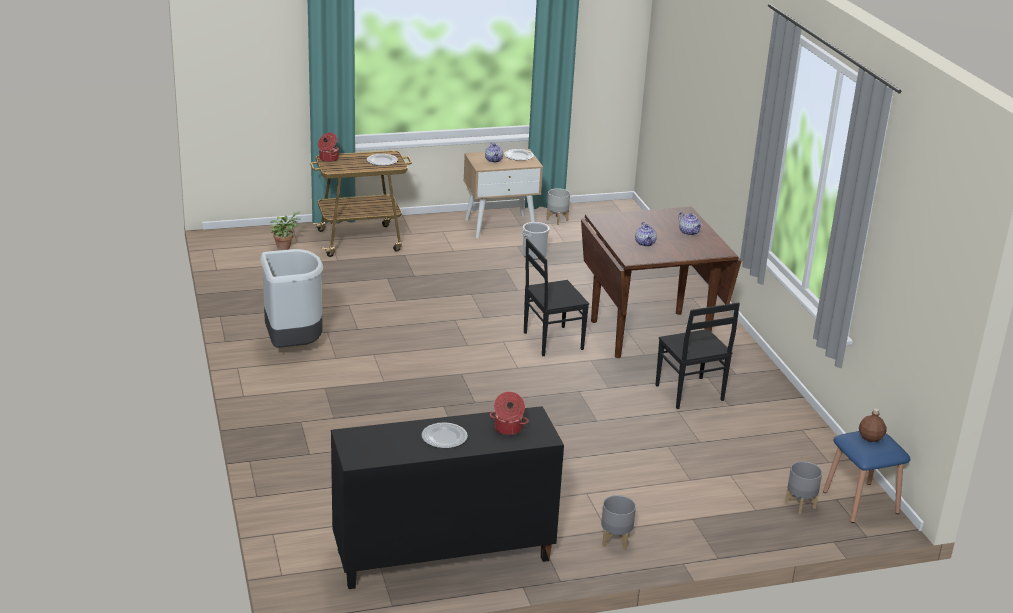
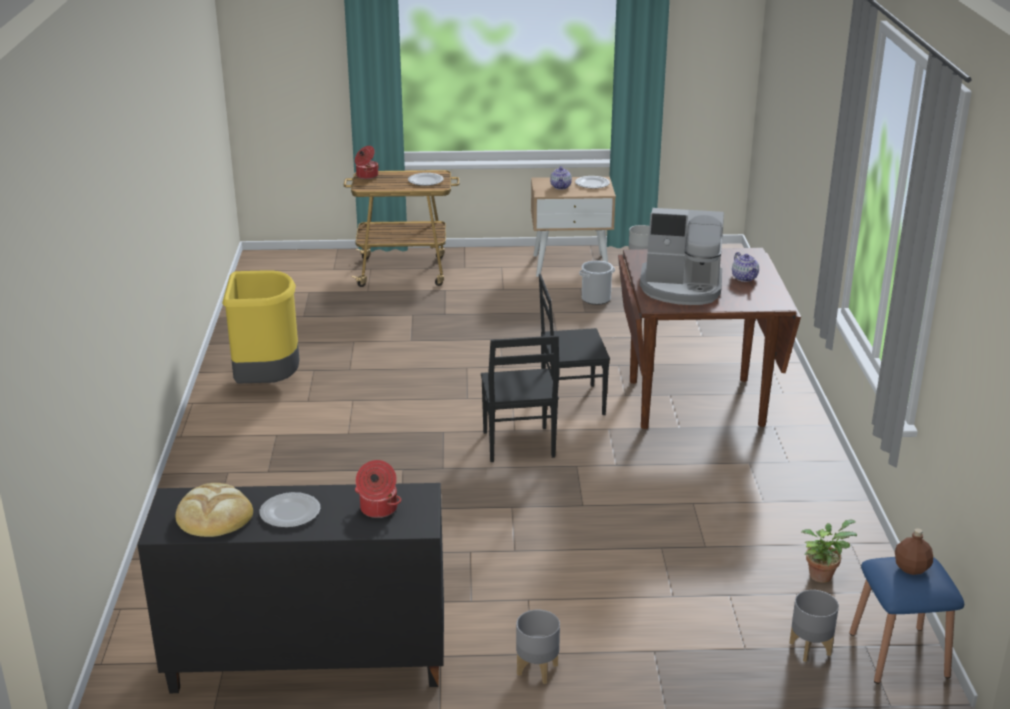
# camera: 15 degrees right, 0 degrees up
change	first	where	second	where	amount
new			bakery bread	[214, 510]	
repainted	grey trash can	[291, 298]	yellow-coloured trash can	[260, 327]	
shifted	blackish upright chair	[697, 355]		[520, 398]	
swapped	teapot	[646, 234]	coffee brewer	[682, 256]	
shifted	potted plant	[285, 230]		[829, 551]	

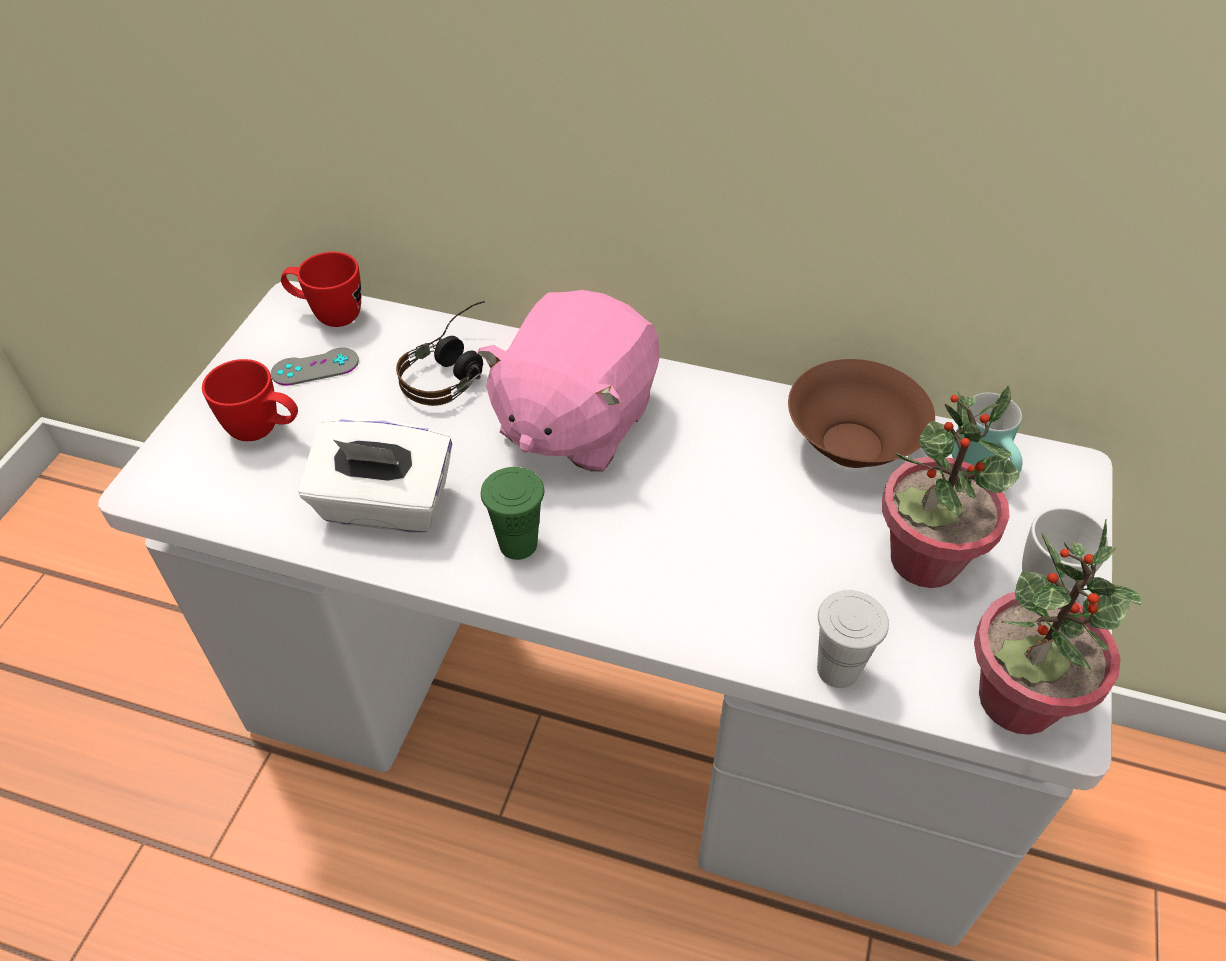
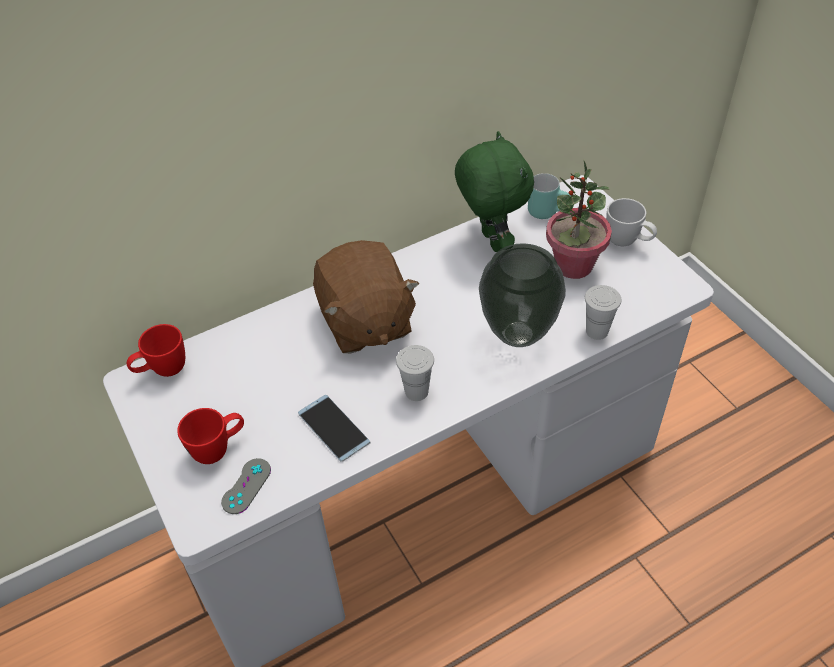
# camera: 45 degrees left, 0 degrees up
change	first	where	second	where	amount
shifted	grey joypad	[315, 367]		[246, 486]	
swapped	white-coloured box of tissues	[375, 476]	phone	[334, 428]	
repainted	pinkish soft toy	[568, 381]	brown-coloured soft toy	[366, 296]	
repainted	green-coloured small cup	[512, 513]	white-coloured small cup	[415, 373]	
swapped	brown-coloured serving bowl	[861, 413]	green-coloured soft toy	[494, 191]	
new			decorative vase	[522, 295]	
gone	pair of headphones	[440, 353]			
gone	potted plant	[1057, 627]			

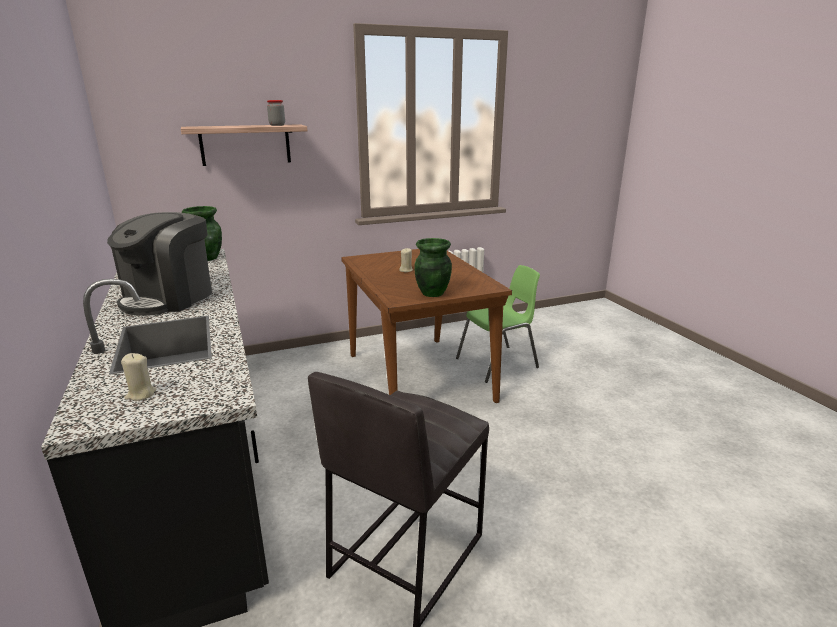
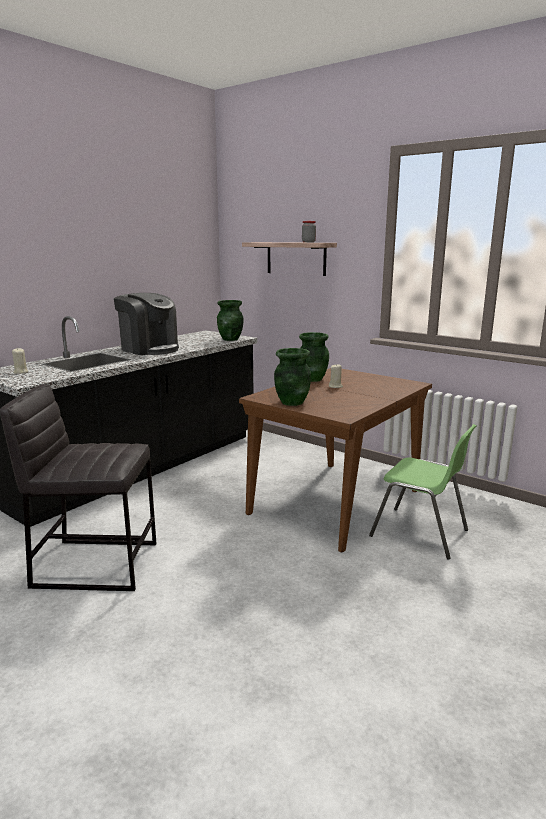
# camera: 60 degrees right, 5 degrees down
change	first	where	second	where	amount
rotated	coffee brewer	[159, 264]		[146, 324]	135 degrees counterclockwise
new			green-coloured decorative vase	[314, 357]	

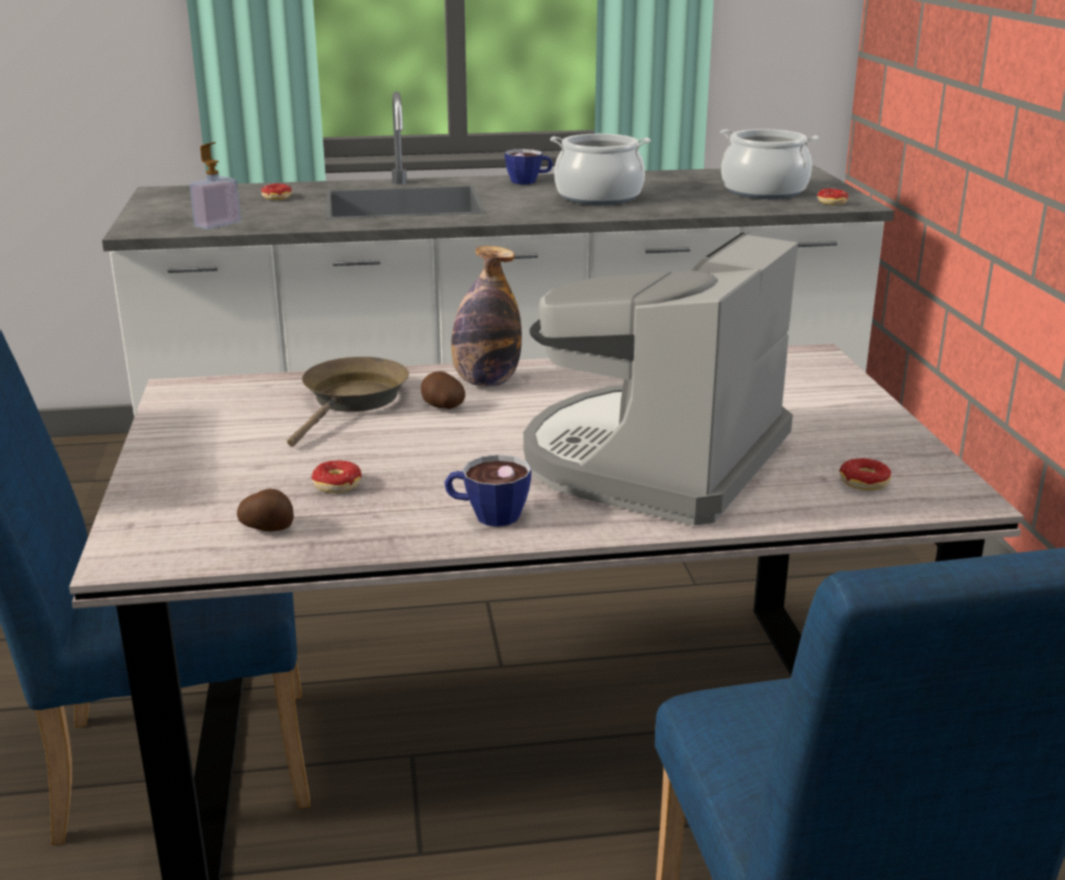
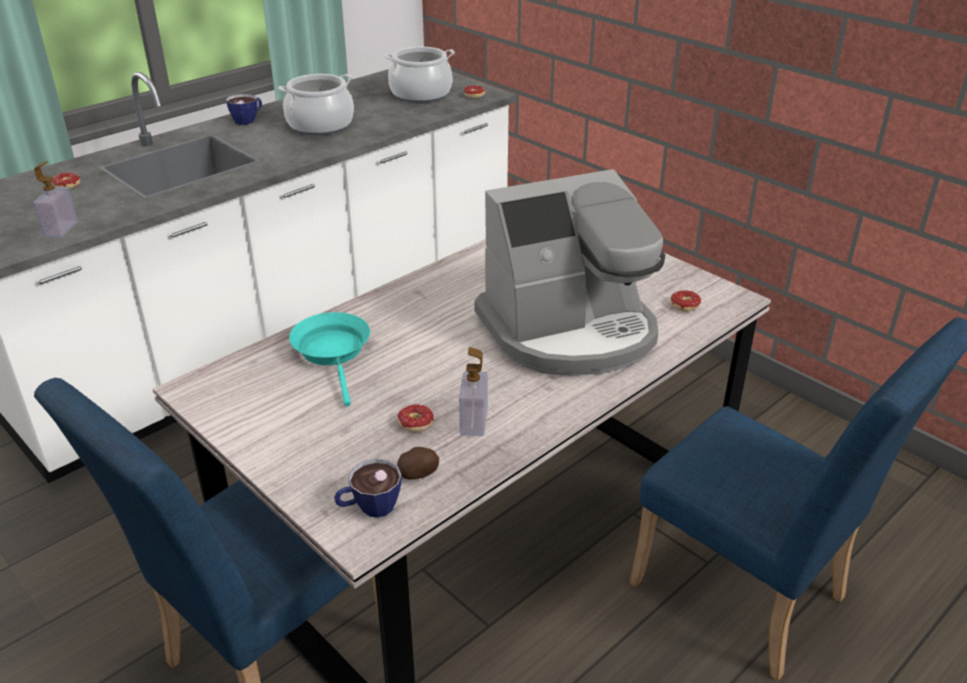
# camera: 35 degrees left, 10 degrees up
change	first	where	second	where	amount
repainted	brown-coloured frying pan	[348, 402]	turquoise-coloured frying pan	[329, 359]	
shifted	small cup	[488, 490]		[368, 488]	
new			soap dispenser	[473, 391]	
rotated	coffee brewer	[660, 378]		[569, 272]	105 degrees counterclockwise
gone	spud	[443, 390]			
gone	drink bottle	[486, 316]			

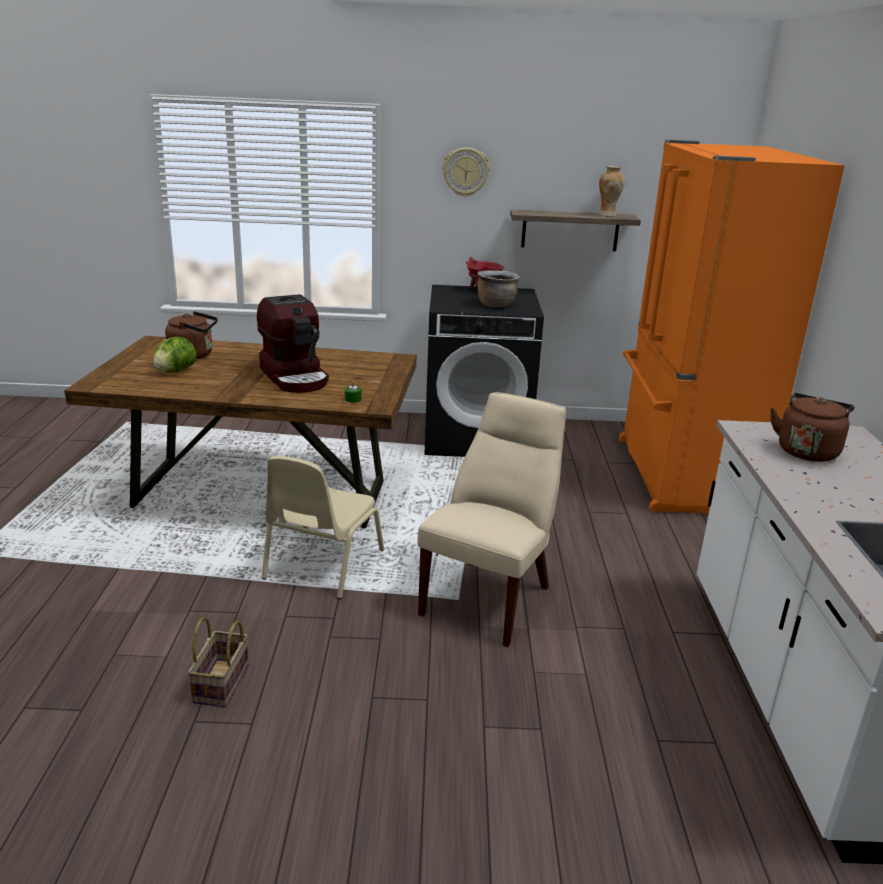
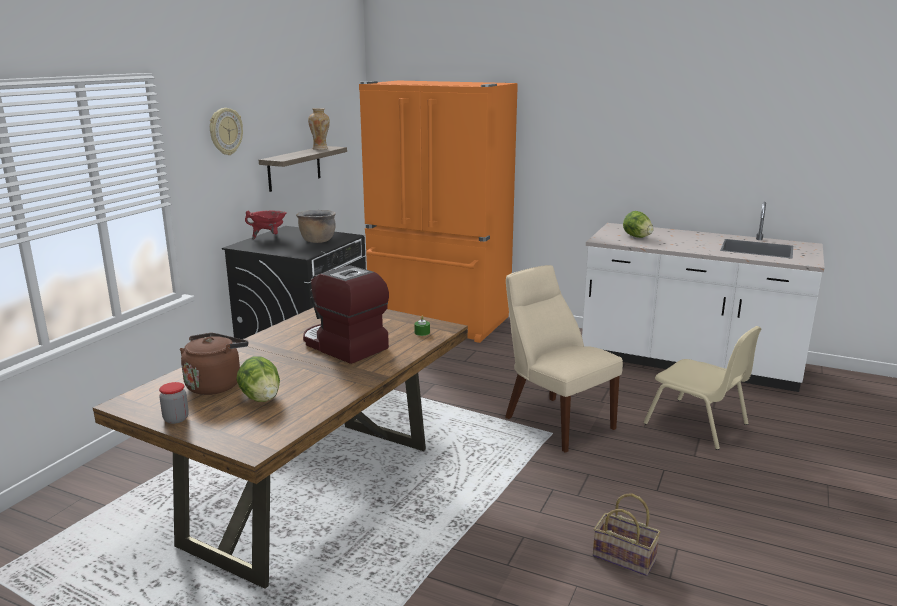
# camera: 65 degrees left, 5 degrees down
change	first	where	second	where	amount
new			jar	[174, 403]	
rotated	coffee brewer	[293, 343]		[346, 314]	135 degrees counterclockwise
swapped	brown-coloured tea kettle	[812, 427]	lettuce	[638, 224]	
shifted	sand-coloured upright chair	[323, 527]		[703, 388]	

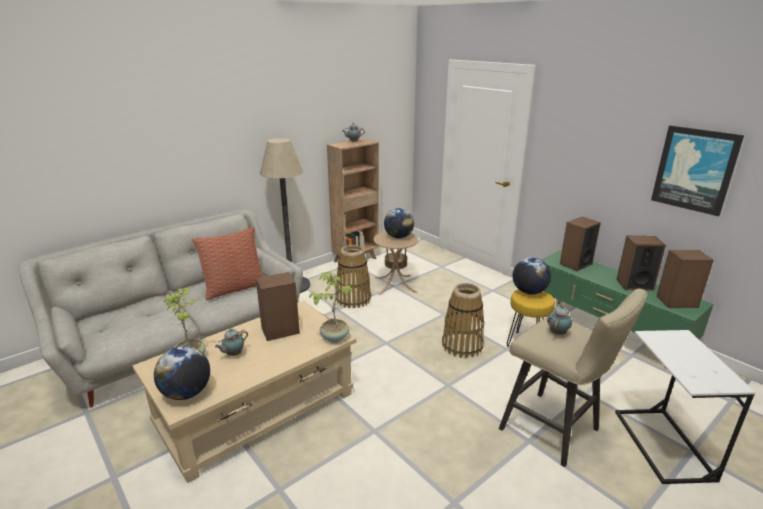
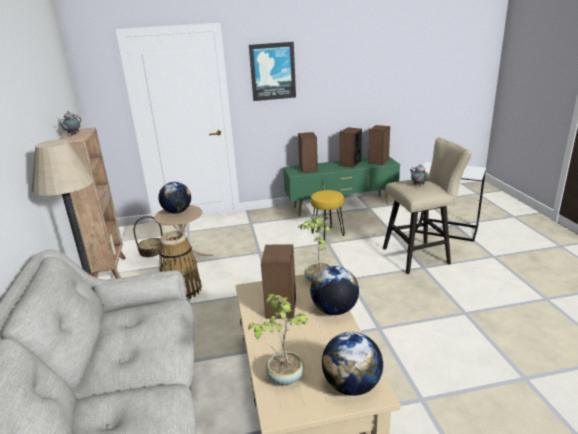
# camera: 60 degrees left, 0 degrees up
change	first	where	second	where	amount
shifted	picture	[697, 170]		[272, 71]	
shifted	world globe	[531, 276]		[334, 290]	
gone	throw pillow	[228, 263]			
gone	teapot	[231, 342]			
gone	storage basket	[463, 320]			

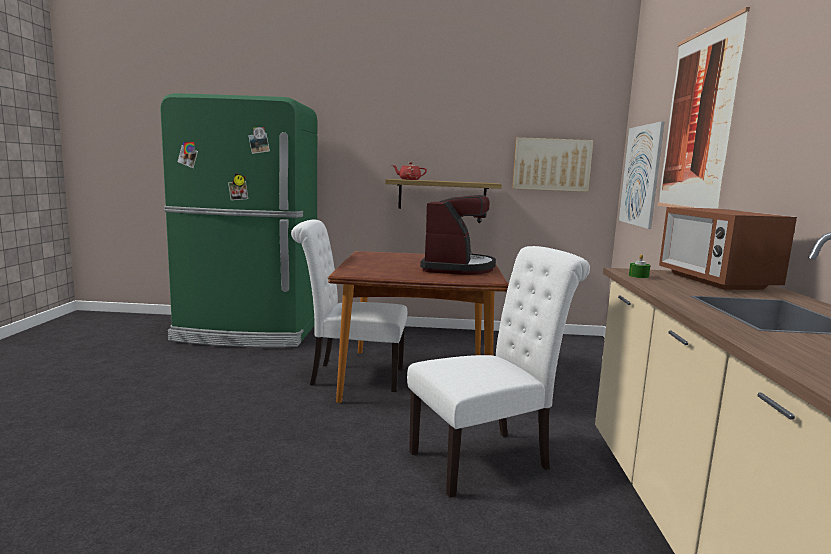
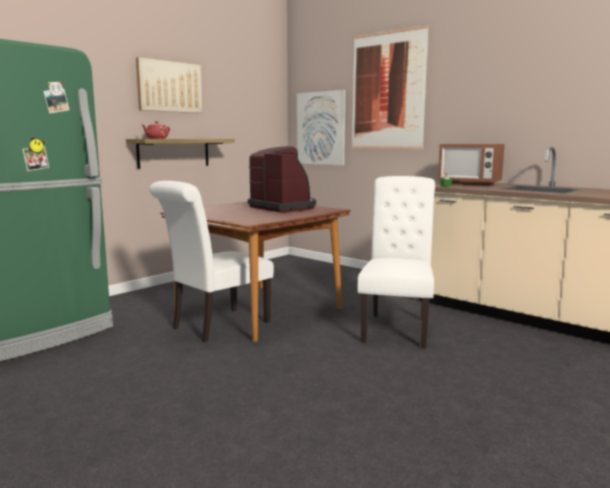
# camera: 50 degrees left, 0 degrees up
change	first	where	second	where	amount
shifted	picture	[553, 164]		[169, 85]	

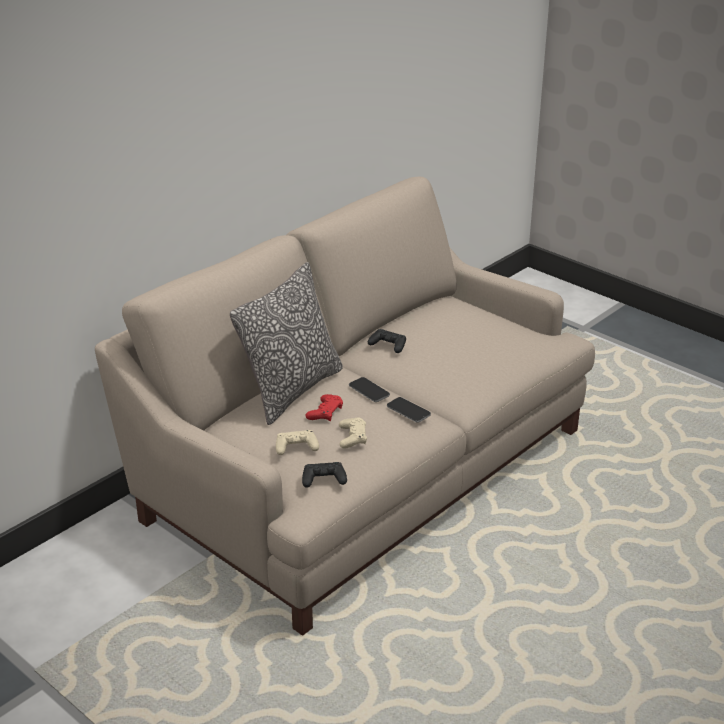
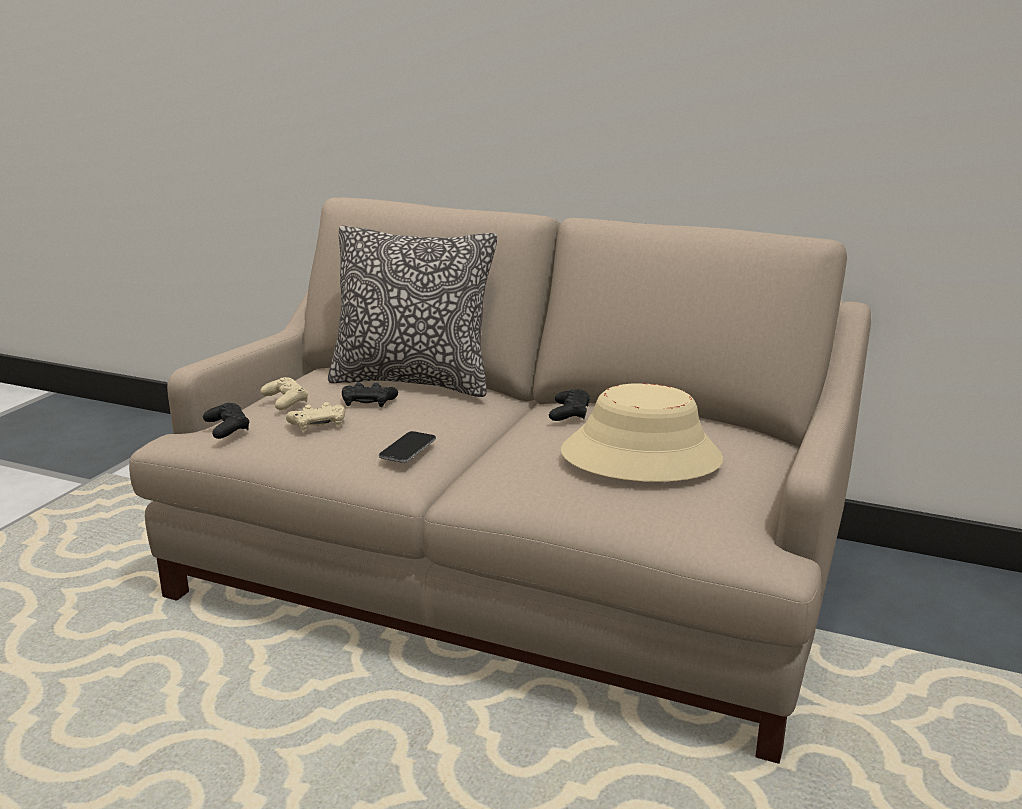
# camera: 70 degrees right, 10 degrees down
change	first	where	second	where	amount
repainted	red joypad	[324, 407]	blackish joypad	[370, 394]	
new			sand-coloured hat	[642, 432]	
gone	phone	[369, 389]			

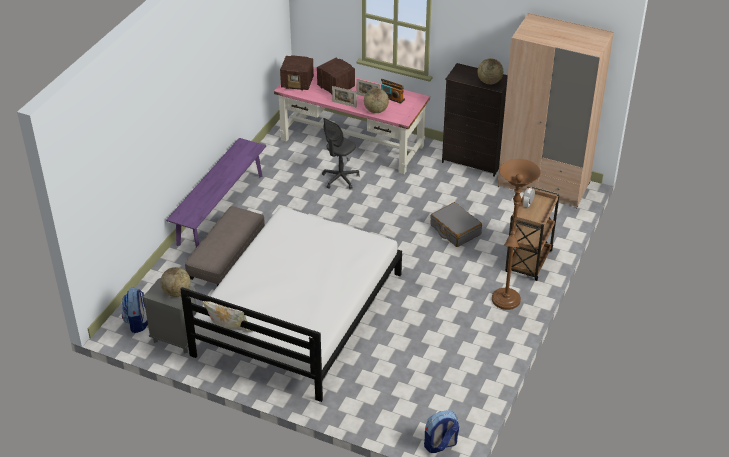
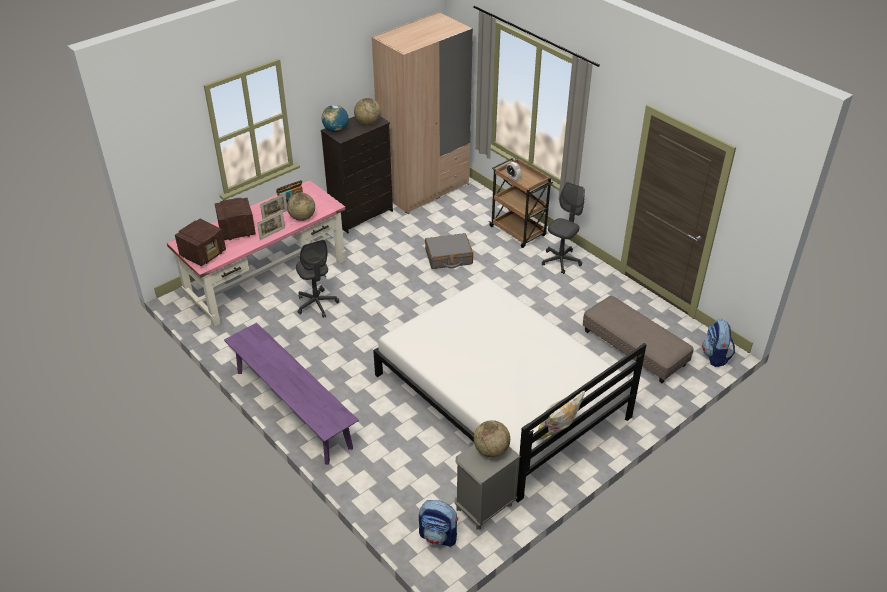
# camera: 65 degrees left, 0 degrees up
change	first	where	second	where	amount
new			world globe	[335, 118]	
swapped	brown-coloured standing lamp	[516, 234]	grey office chair	[563, 228]	
shifted	grey ottoman	[225, 246]		[638, 339]	

